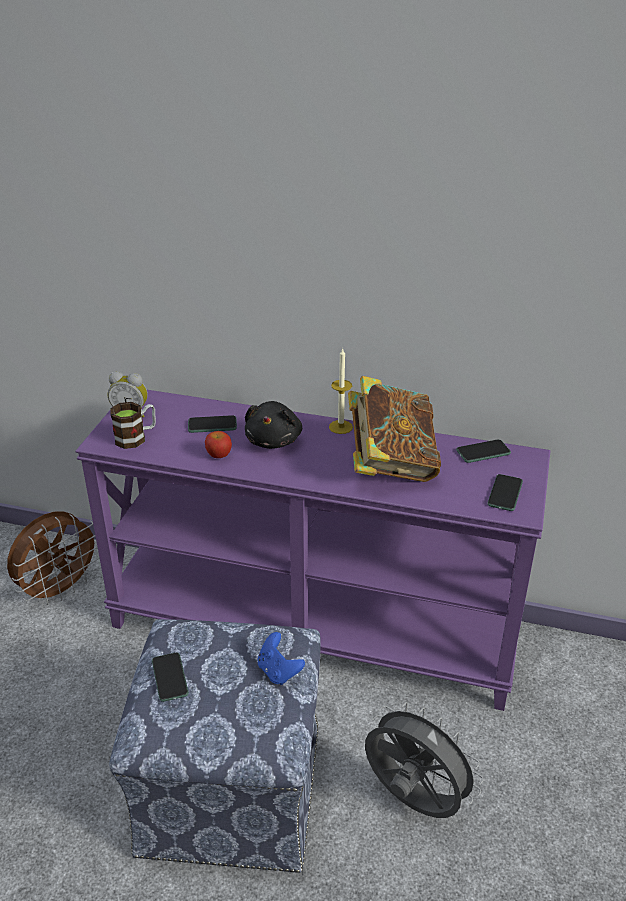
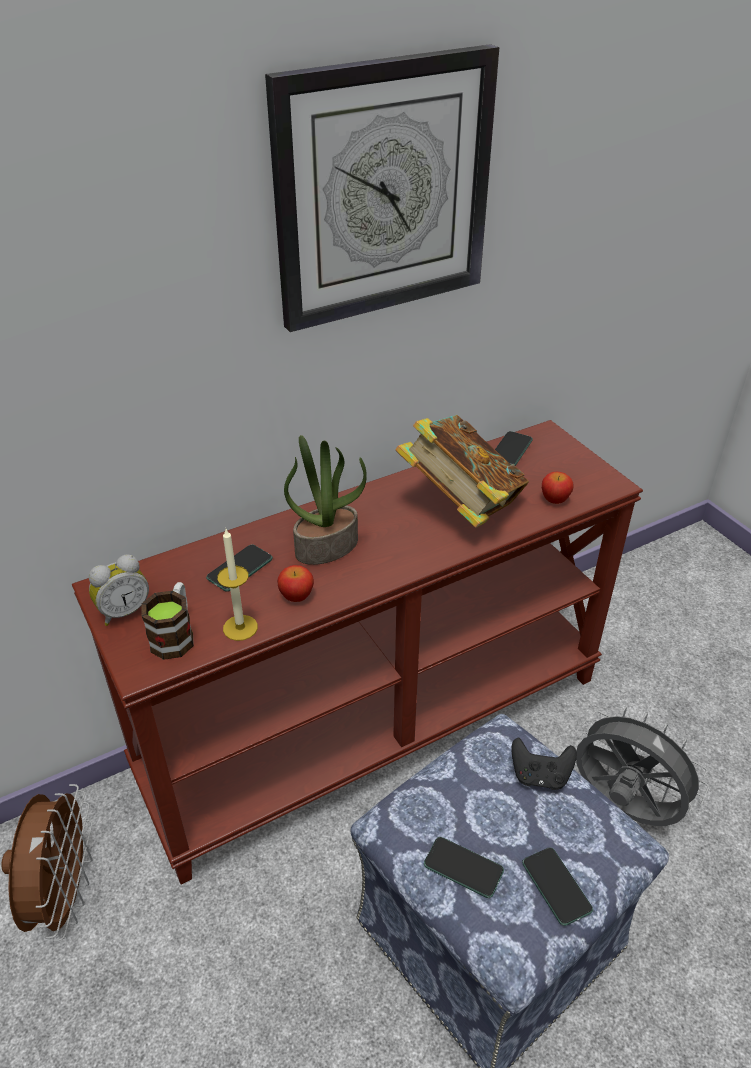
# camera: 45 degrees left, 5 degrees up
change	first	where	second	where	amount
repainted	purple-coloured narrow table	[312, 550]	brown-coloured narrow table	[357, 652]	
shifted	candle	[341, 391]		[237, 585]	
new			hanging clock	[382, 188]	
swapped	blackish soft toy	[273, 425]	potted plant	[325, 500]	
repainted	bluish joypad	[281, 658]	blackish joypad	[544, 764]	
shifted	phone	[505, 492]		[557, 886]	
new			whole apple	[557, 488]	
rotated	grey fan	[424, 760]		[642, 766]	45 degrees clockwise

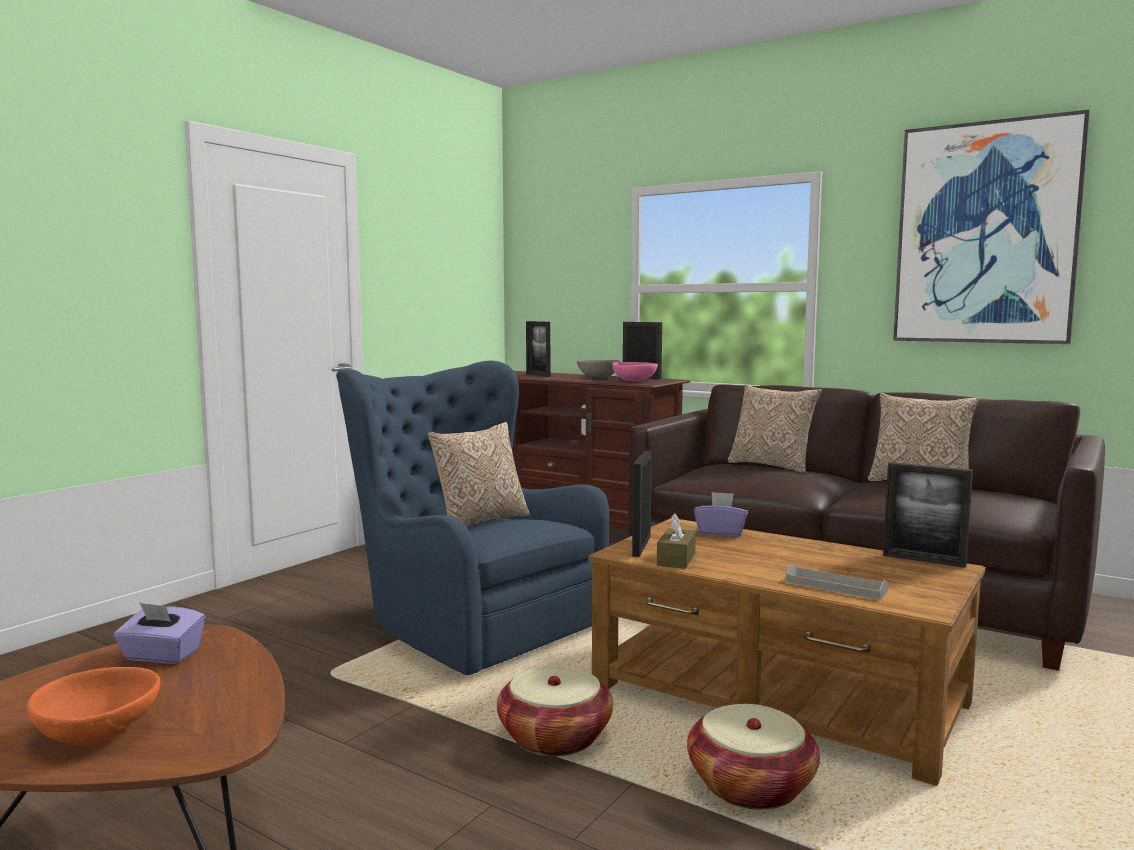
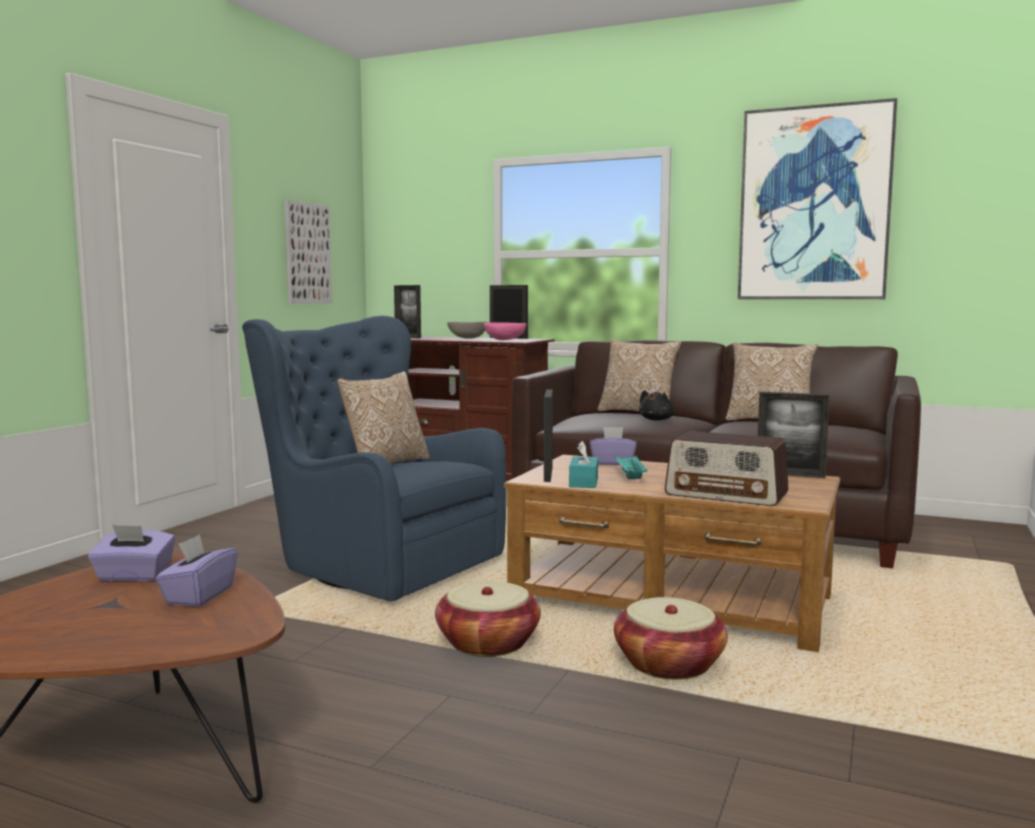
# camera: 10 degrees left, 0 degrees up
change	first	where	second	where	amount
new			purple-coloured box of tissues	[196, 570]	
new			picture	[308, 252]	
repainted	brown-coloured box of tissues	[676, 541]	turquoise-coloured box of tissues	[583, 464]	
new			turquoise-coloured carrying tray	[631, 467]	
new			blackish soft toy	[657, 405]	
swapped	grey carrying tray	[836, 581]	radio set	[727, 468]	
gone	orange-coloured serving bowl	[93, 706]			

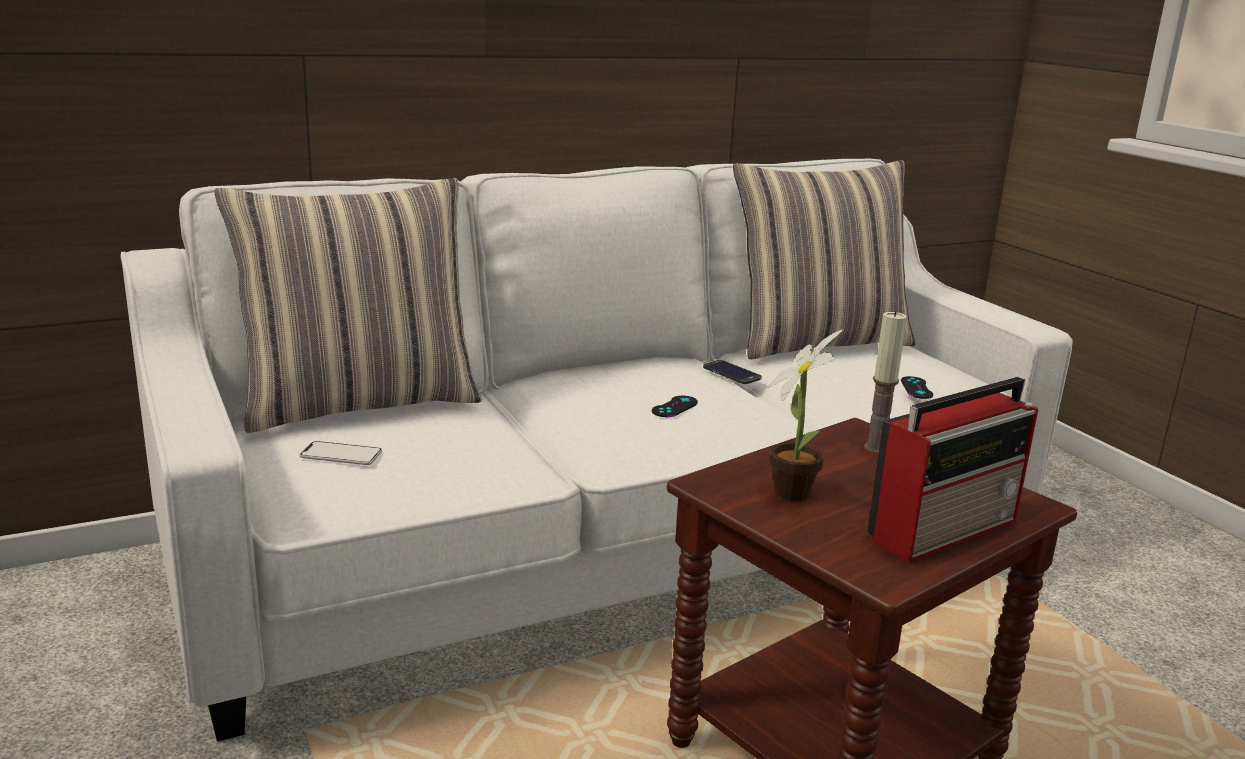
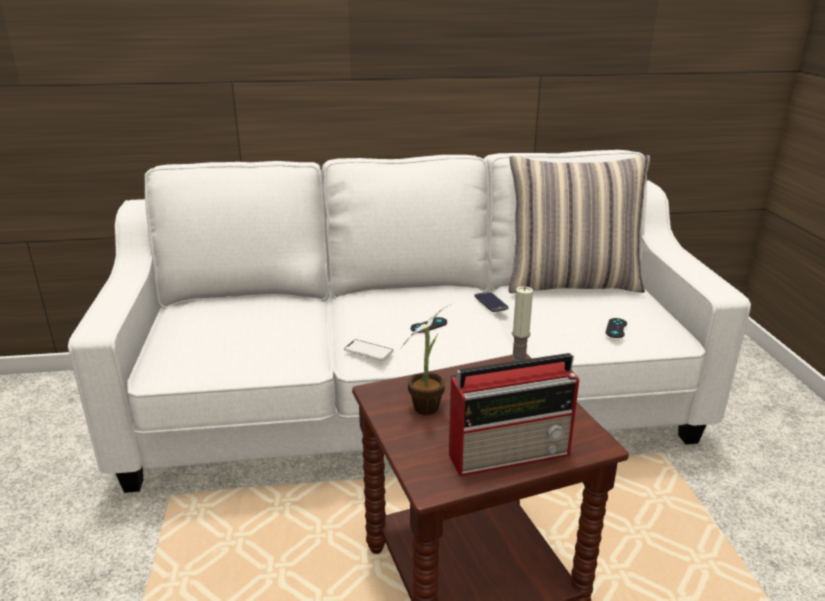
# camera: 20 degrees right, 5 degrees up
change	first	where	second	where	amount
shifted	phone	[341, 453]		[369, 350]	
gone	throw pillow	[348, 305]			

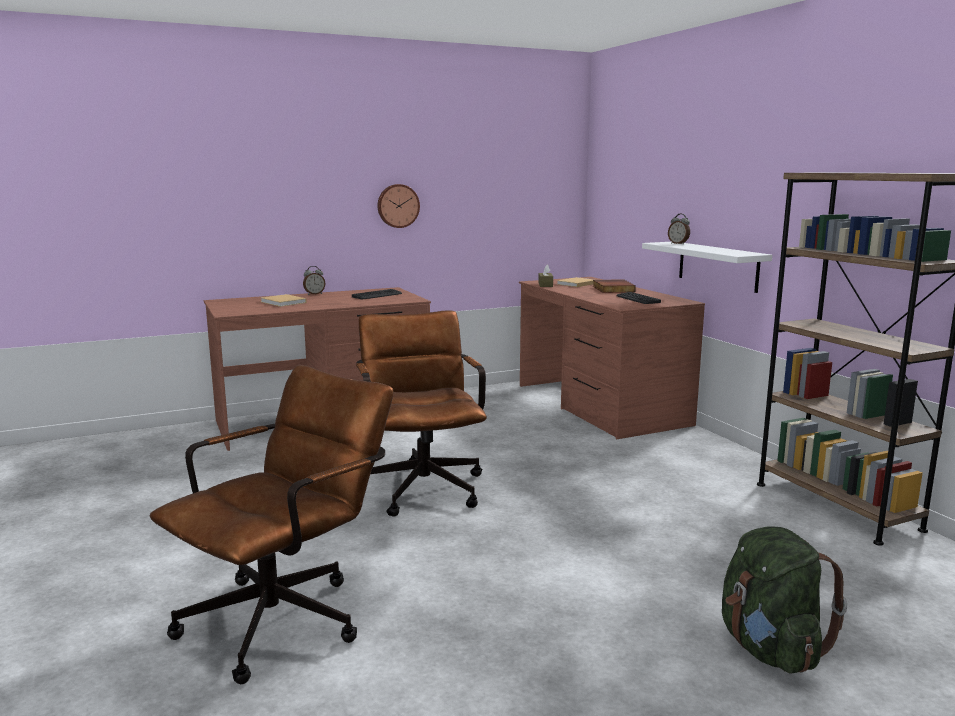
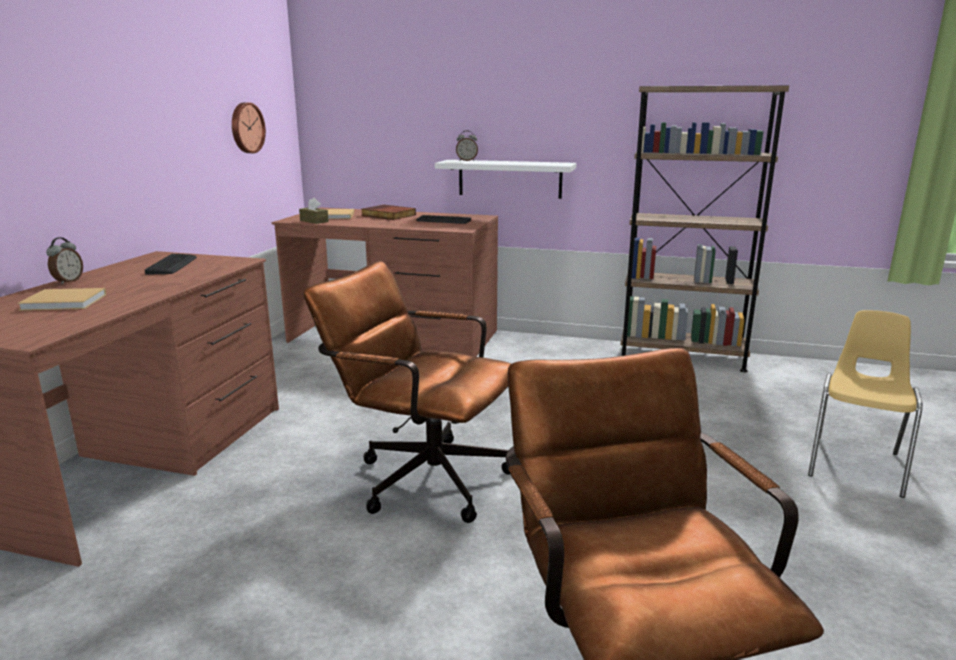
# camera: 50 degrees left, 5 degrees up
change	first	where	second	where	amount
shifted	hanging clock	[398, 206]		[249, 127]	
swapped	green-coloured knapsack	[784, 600]	yellow-coloured upright chair	[865, 404]	

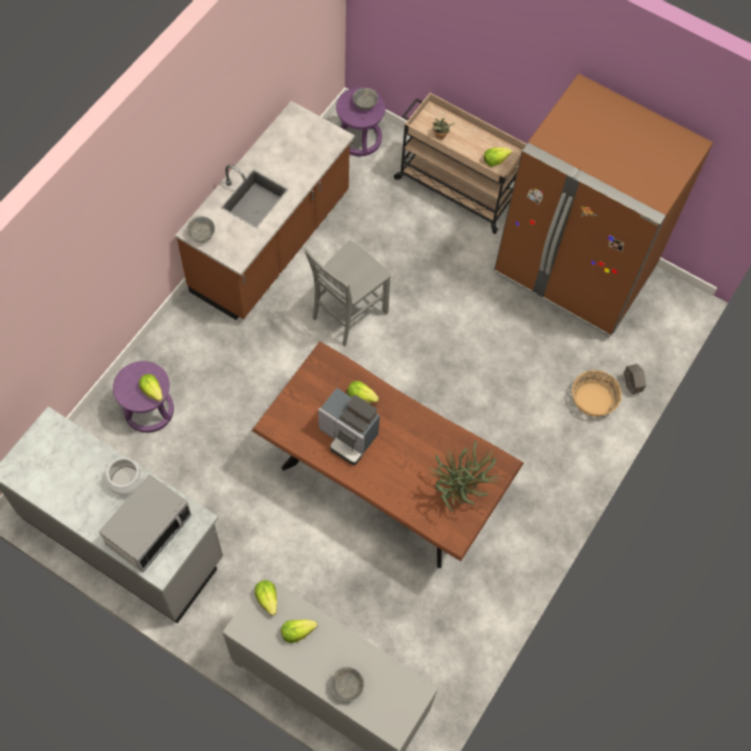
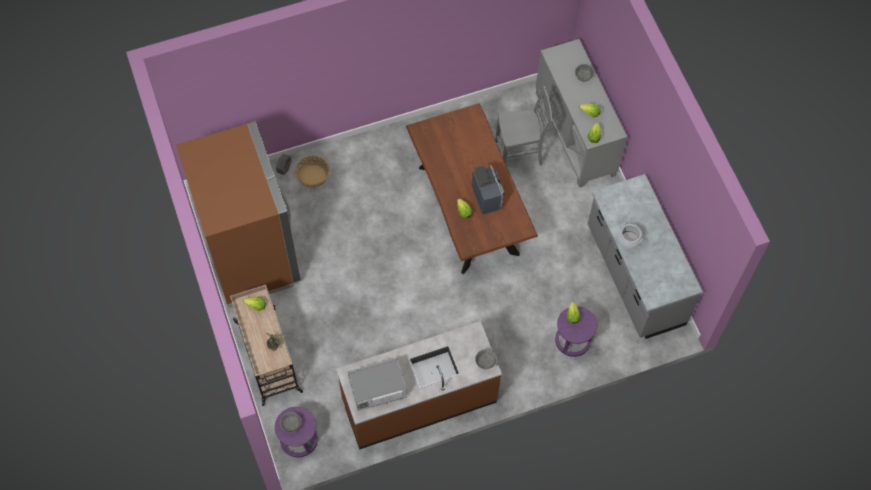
# camera: 140 degrees left, 0 degrees up
change	first	where	second	where	amount
shifted	microwave	[145, 523]		[377, 384]	
shifted	grey upright chair	[347, 294]		[524, 126]	
gone	potted plant	[465, 476]			

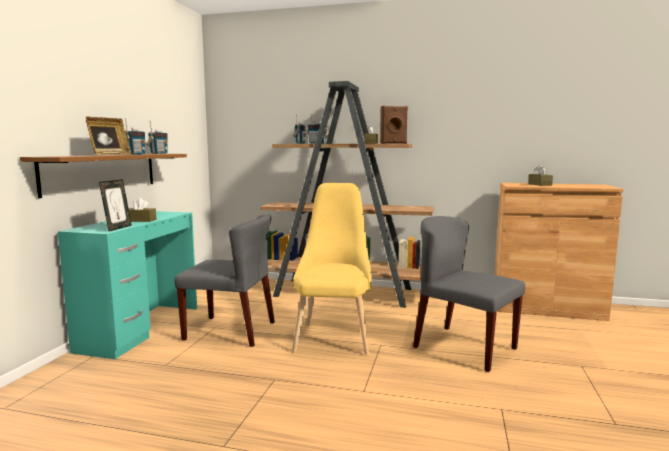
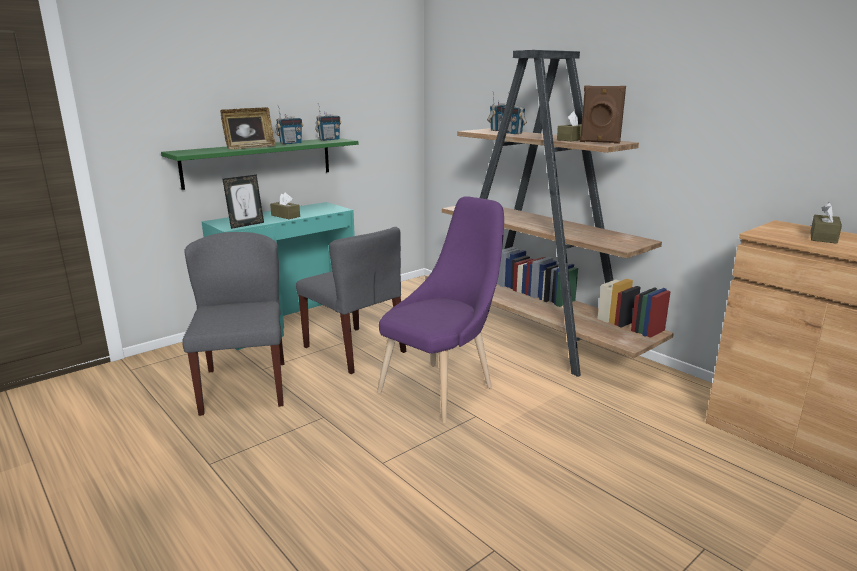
# camera: 35 degrees right, 10 degrees up
change	first	where	second	where	amount
repainted	brown-coloured wall shelf	[103, 176]	green-coloured wall shelf	[259, 164]	
shifted	grey upright chair	[469, 294]		[233, 324]	
repainted	yellow-coloured upright chair	[332, 269]	purple-coloured upright chair	[440, 309]	

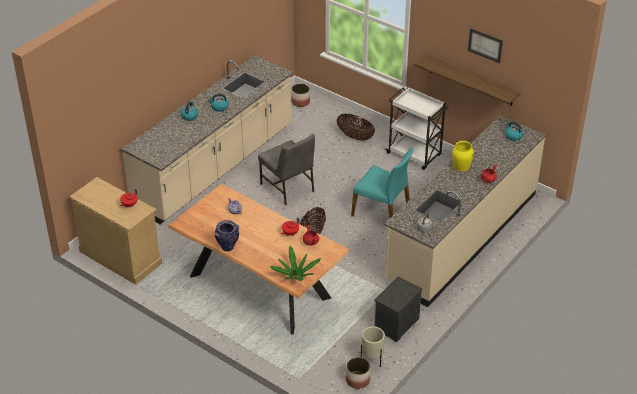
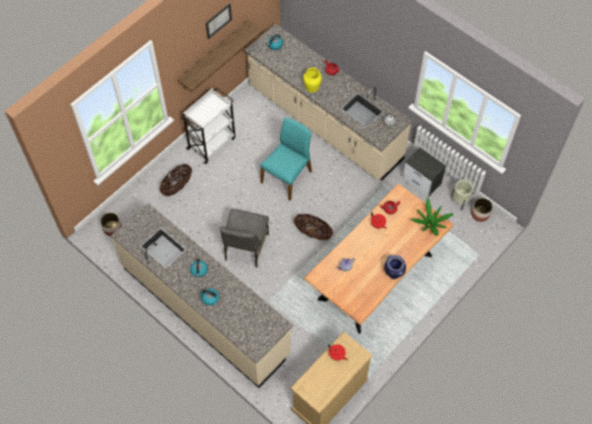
# camera: 85 degrees left, 20 degrees up
change	first	where	second	where	amount
rotated	grey upright chair	[286, 169]		[244, 238]	135 degrees clockwise

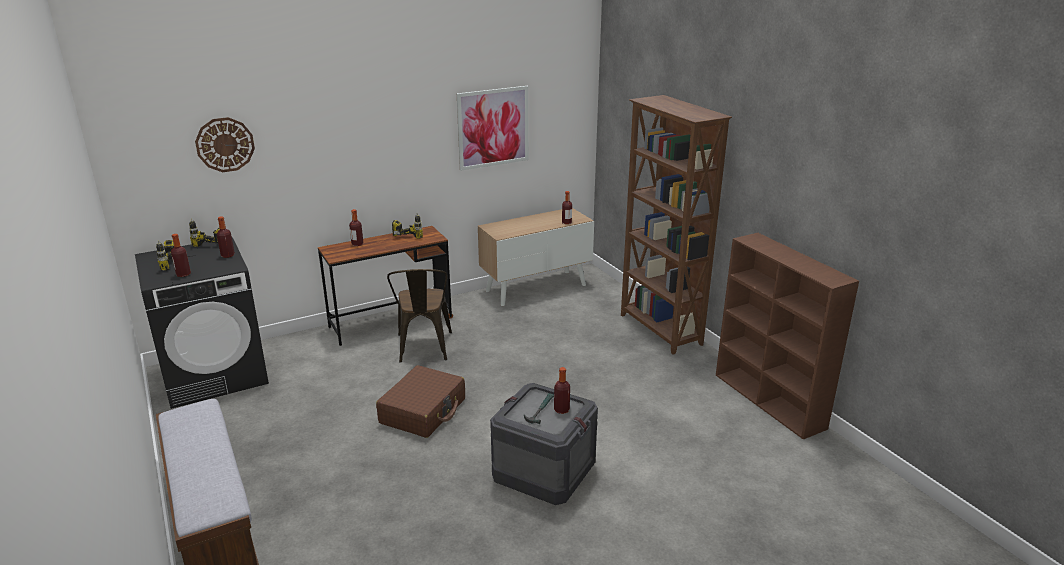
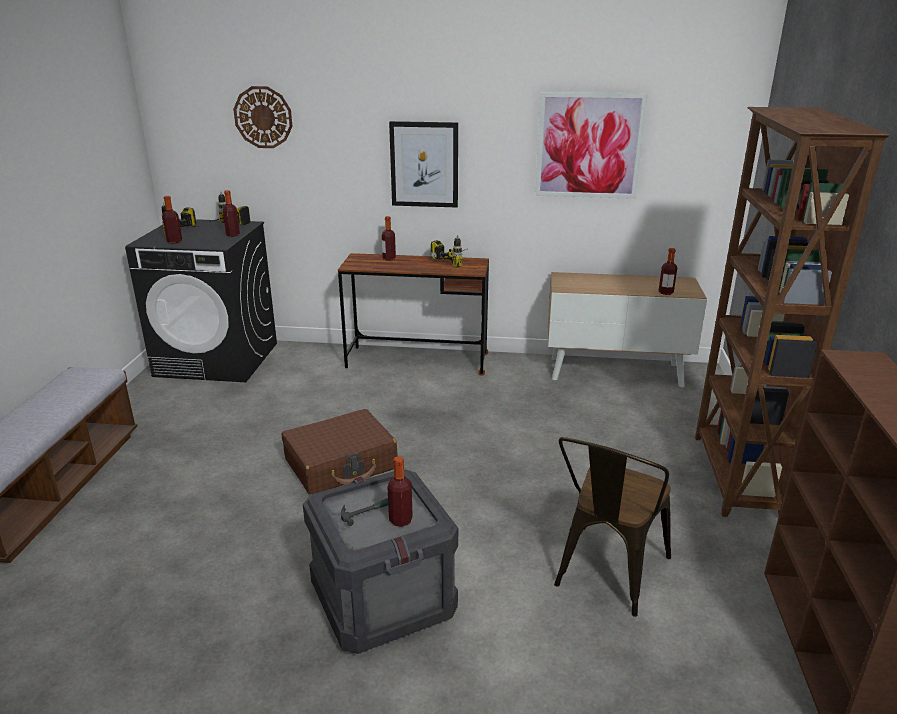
# camera: 35 degrees right, 0 degrees up
change	first	where	second	where	amount
new			picture	[423, 164]	
shifted	brown-coloured upright chair	[419, 316]		[612, 527]	

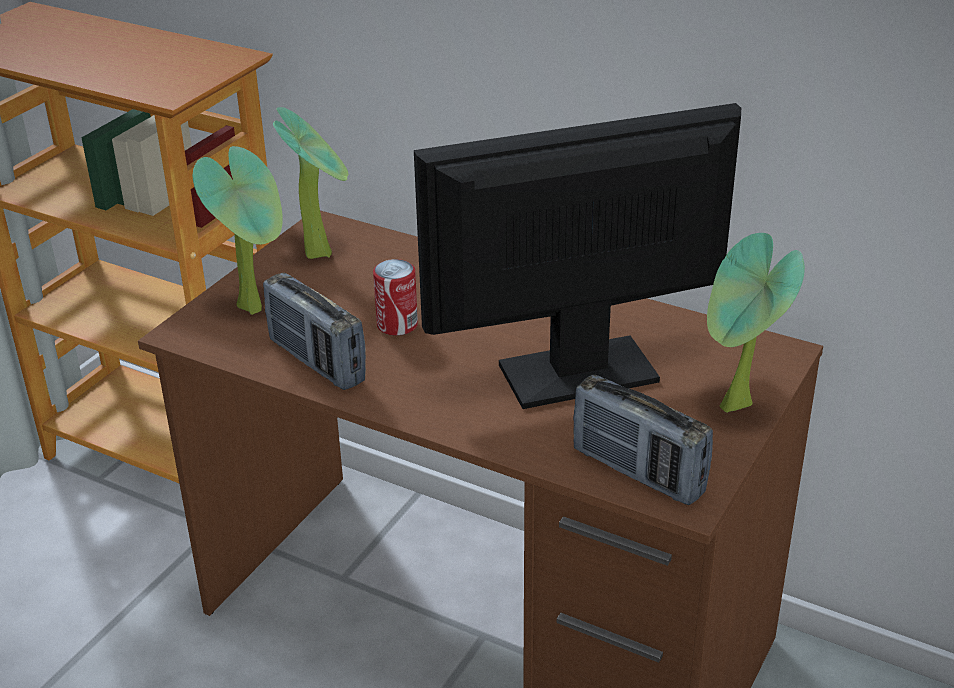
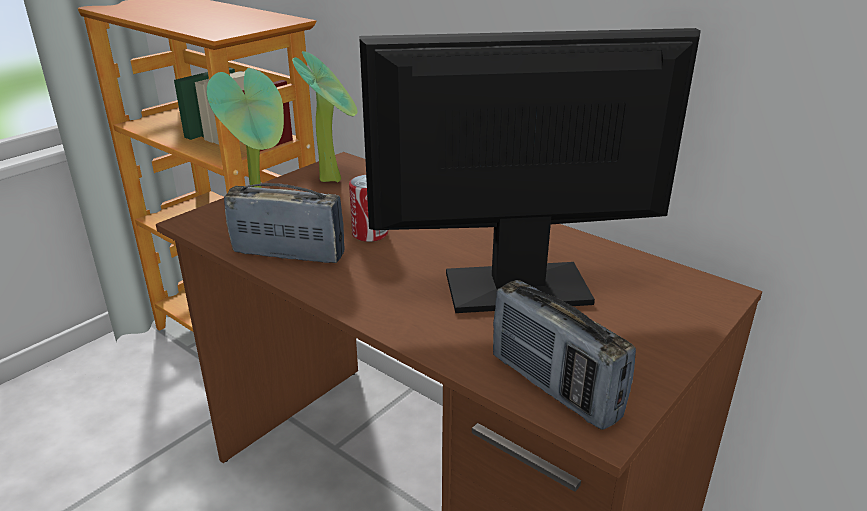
# camera: 10 degrees right, 5 degrees down
change	first	where	second	where	amount
rotated	radio set	[314, 331]		[284, 223]	135 degrees clockwise
gone	potted plant	[756, 323]			

